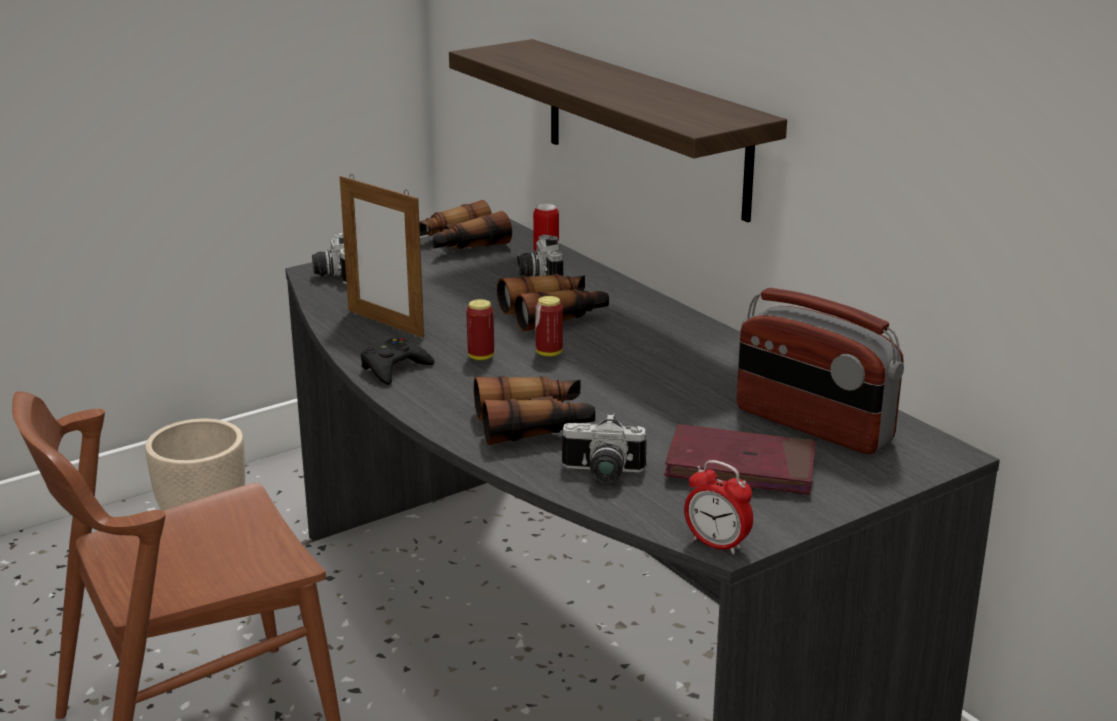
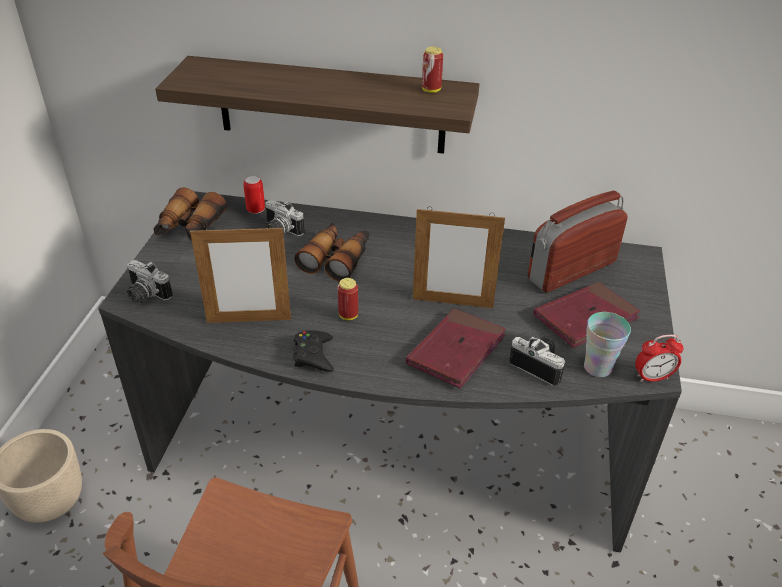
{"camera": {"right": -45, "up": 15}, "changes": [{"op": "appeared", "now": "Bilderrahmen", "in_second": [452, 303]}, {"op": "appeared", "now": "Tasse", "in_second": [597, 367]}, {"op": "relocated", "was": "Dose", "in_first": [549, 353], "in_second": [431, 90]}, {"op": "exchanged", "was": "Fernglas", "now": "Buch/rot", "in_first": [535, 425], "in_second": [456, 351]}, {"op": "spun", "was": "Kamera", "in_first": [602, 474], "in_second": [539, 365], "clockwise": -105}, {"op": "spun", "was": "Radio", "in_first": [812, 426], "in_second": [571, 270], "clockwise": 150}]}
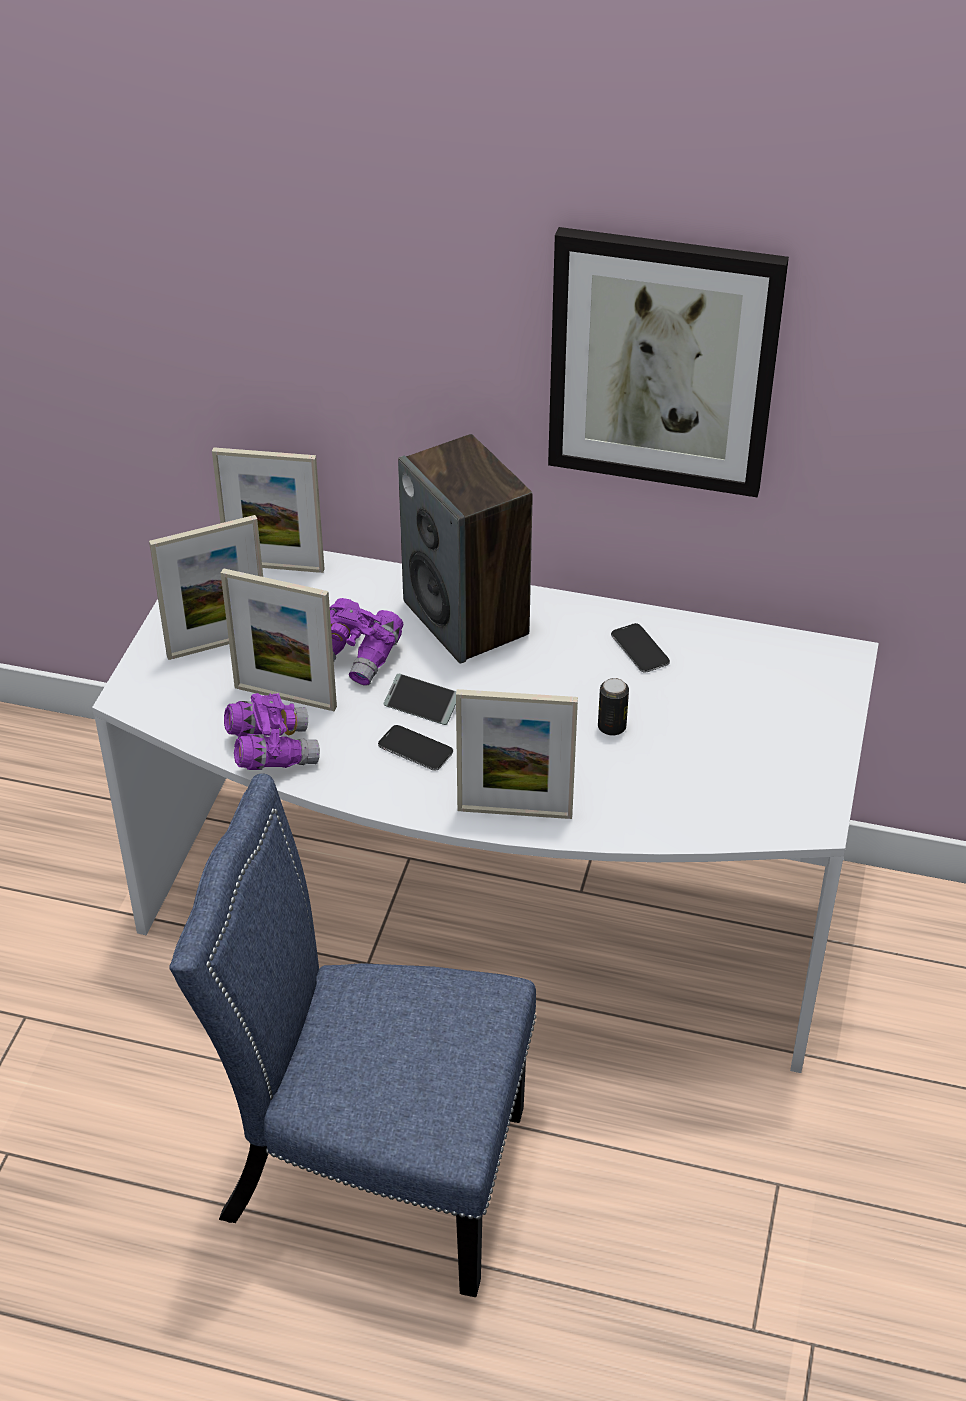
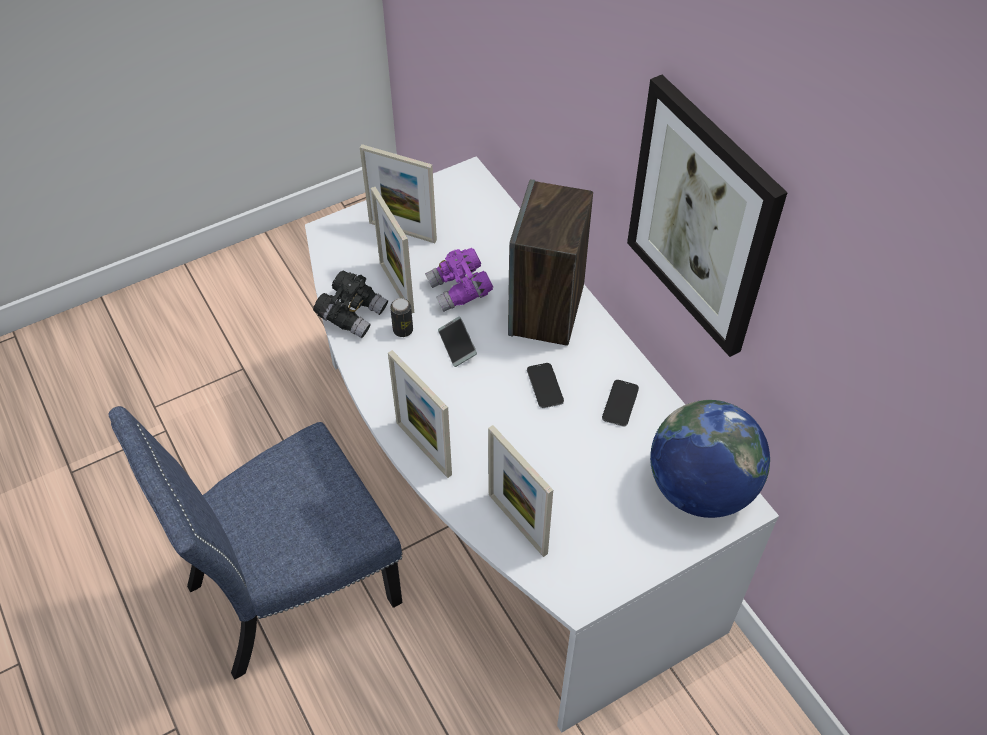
{"camera": {"right": 45, "up": 10}, "changes": [{"op": "appeared", "now": "Globus", "in_second": [700, 488]}, {"op": "relocated", "was": "Bilderrahmen", "in_first": [274, 566], "in_second": [517, 523]}, {"op": "relocated", "was": "Handy", "in_first": [415, 749], "in_second": [545, 386]}, {"op": "relocated", "was": "Dose", "in_first": [612, 727], "in_second": [403, 330]}, {"op": "colour", "was": "Fernglas/lila", "now": "Fernglas/schwarz", "in_first": [272, 751], "in_second": [352, 314]}, {"op": "spun", "was": "Stuhl/blau", "in_first": [379, 1174], "in_second": [296, 586], "clockwise": -90}]}
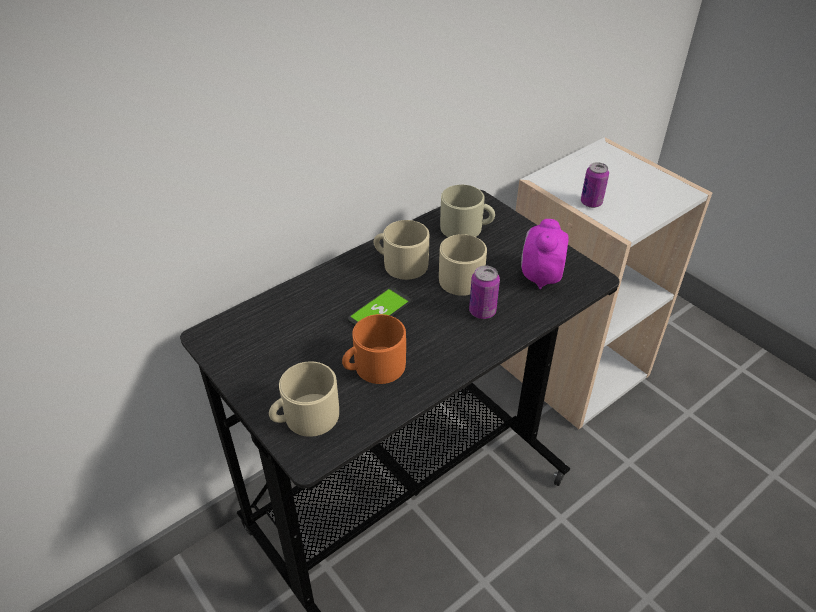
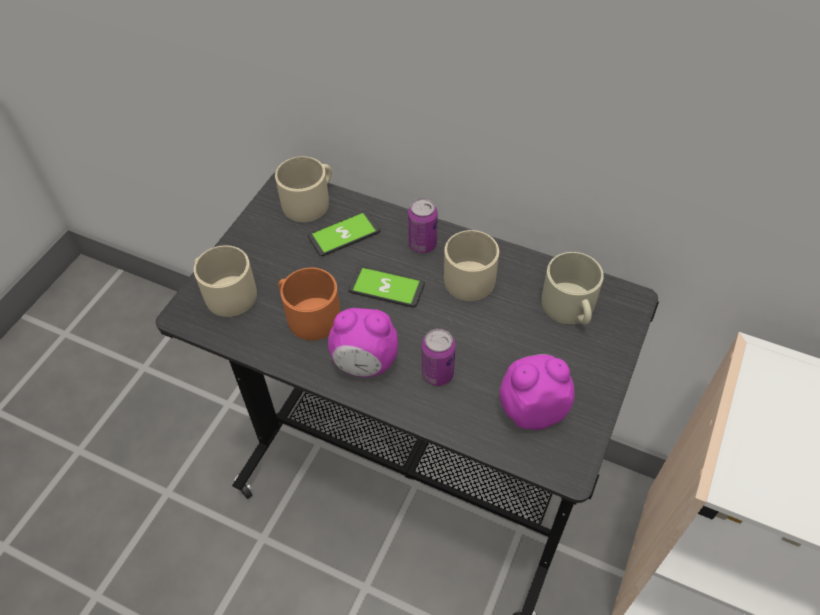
{"camera": {"right": 65, "up": 10}, "changes": [{"op": "appeared", "now": "Handy", "in_second": [344, 234]}, {"op": "appeared", "now": "Wecker", "in_second": [365, 363]}, {"op": "relocated", "was": "Henkelbecher/beige", "in_first": [458, 276], "in_second": [310, 201]}, {"op": "relocated", "was": "Dose", "in_first": [591, 203], "in_second": [422, 244]}]}
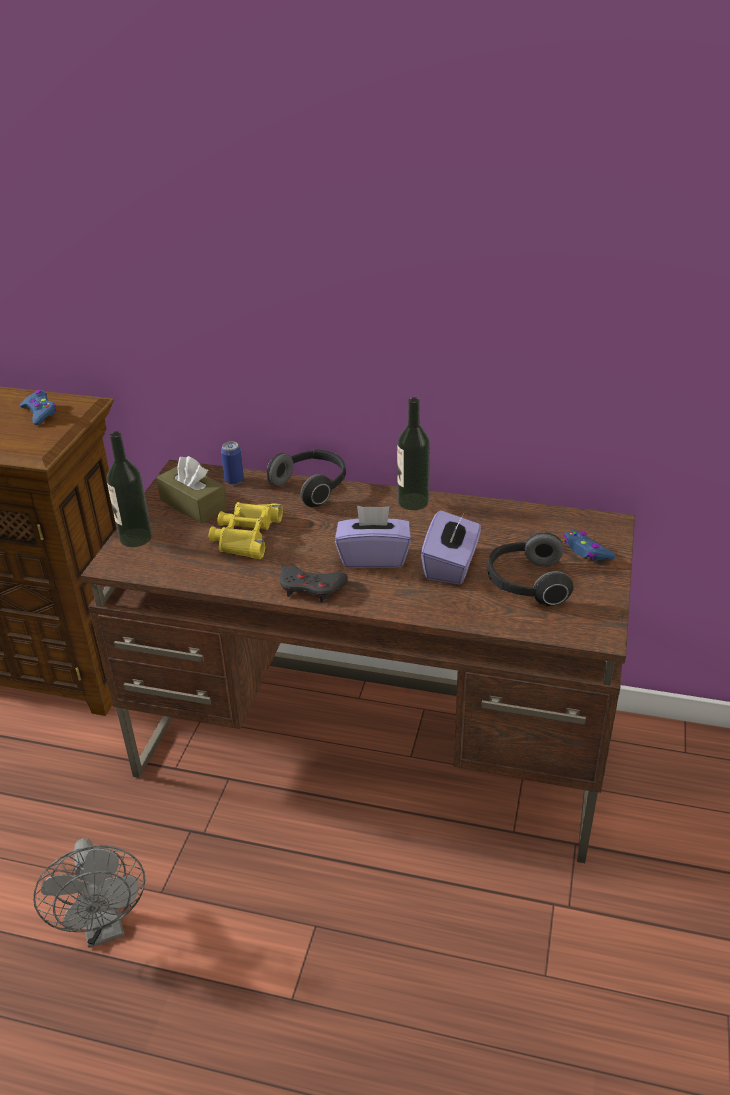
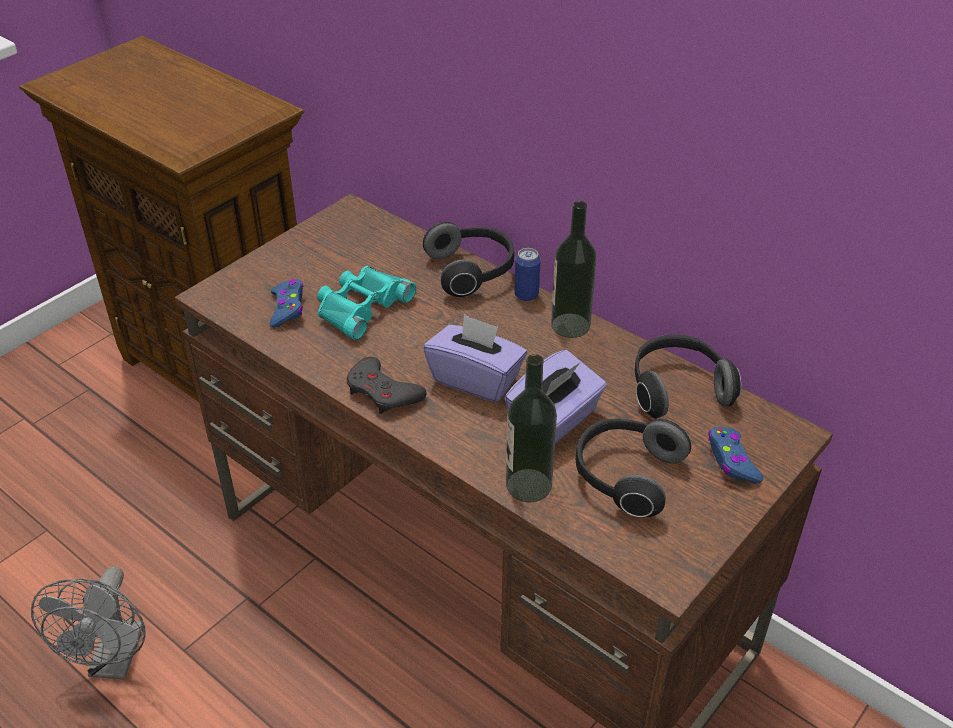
{"camera": {"right": 25, "up": 5}, "changes": [{"op": "missing", "was": "Taschentuchbox/braun", "in_first": [193, 504]}, {"op": "appeared", "now": "Kopfhörer", "in_second": [677, 389]}, {"op": "relocated", "was": "Gamepad/blau", "in_first": [40, 413], "in_second": [287, 308]}, {"op": "relocated", "was": "Flasche", "in_first": [135, 537], "in_second": [528, 485]}, {"op": "relocated", "was": "Dose", "in_first": [234, 480], "in_second": [526, 295]}, {"op": "colour", "was": "Fernglas/gelb", "now": "Fernglas/türkis", "in_first": [245, 535], "in_second": [361, 307]}]}
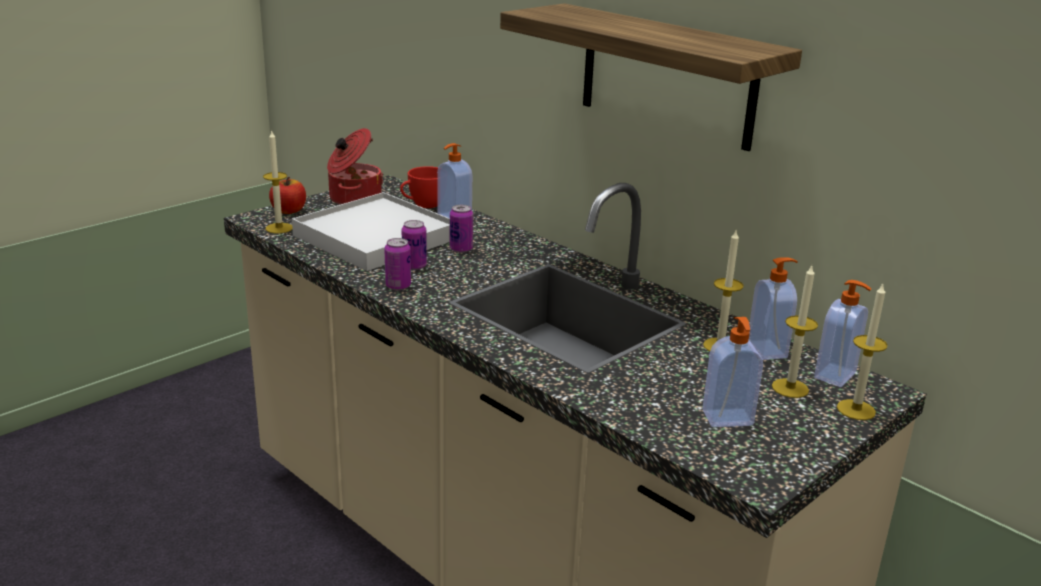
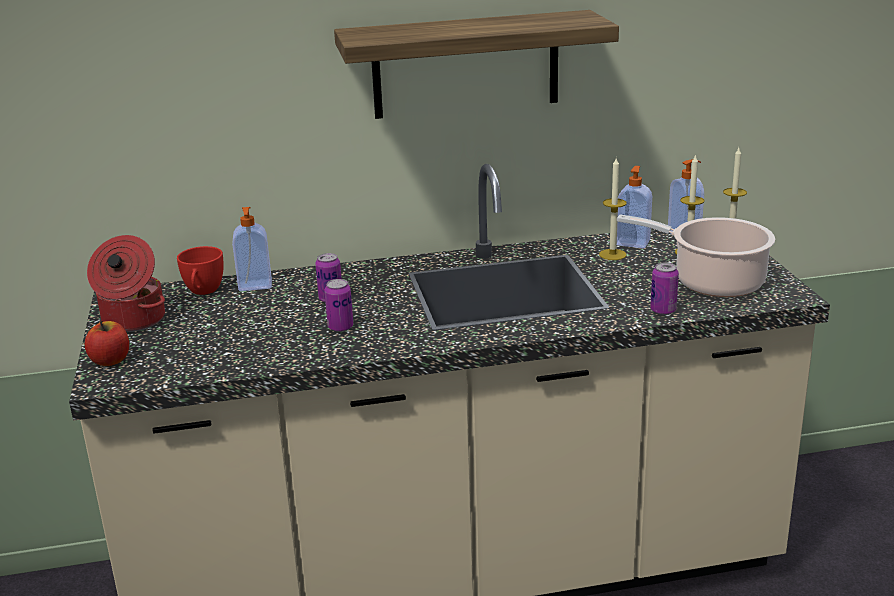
{"camera": {"right": -55, "up": 0}, "changes": [{"op": "missing", "was": "Kerze", "in_first": [279, 228]}, {"op": "missing", "was": "Tablett/weiß", "in_first": [376, 237]}, {"op": "relocated", "was": "Dose", "in_first": [398, 286], "in_second": [663, 310]}, {"op": "exchanged", "was": "Seifenspender", "now": "Kochtopf", "in_first": [728, 419], "in_second": [712, 282]}]}
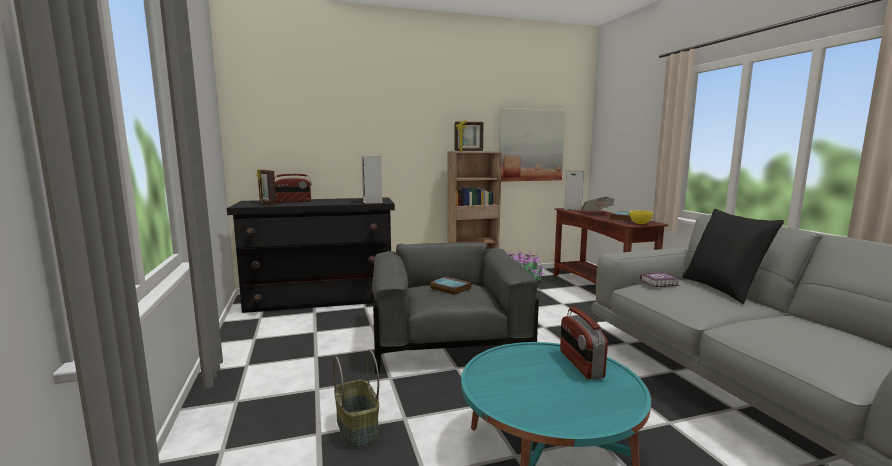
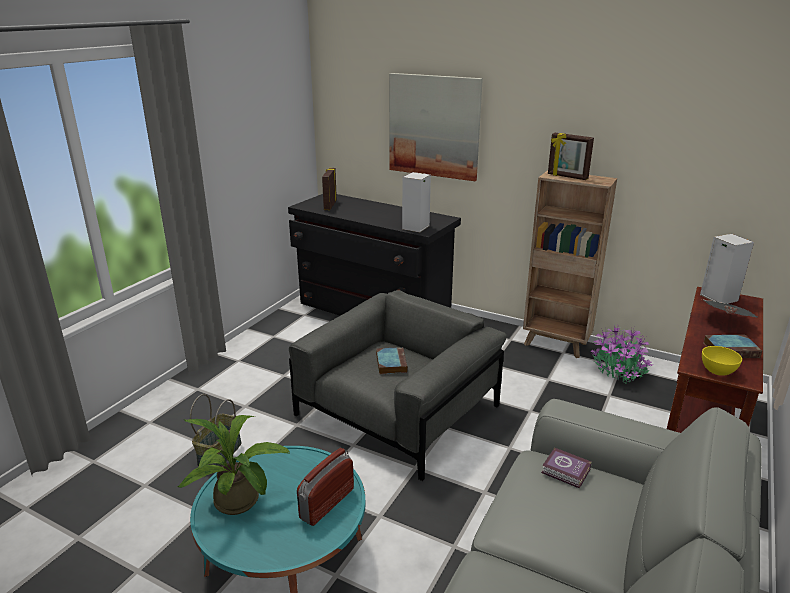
{"camera": {"right": 45, "up": 15}, "changes": [{"op": "missing", "was": "Radio", "in_first": [293, 201]}, {"op": "missing", "was": "Kissen/schwarz", "in_first": [723, 289]}, {"op": "appeared", "now": "Topfpflanze", "in_second": [242, 502]}, {"op": "relocated", "was": "Bild", "in_first": [530, 145], "in_second": [434, 126]}]}
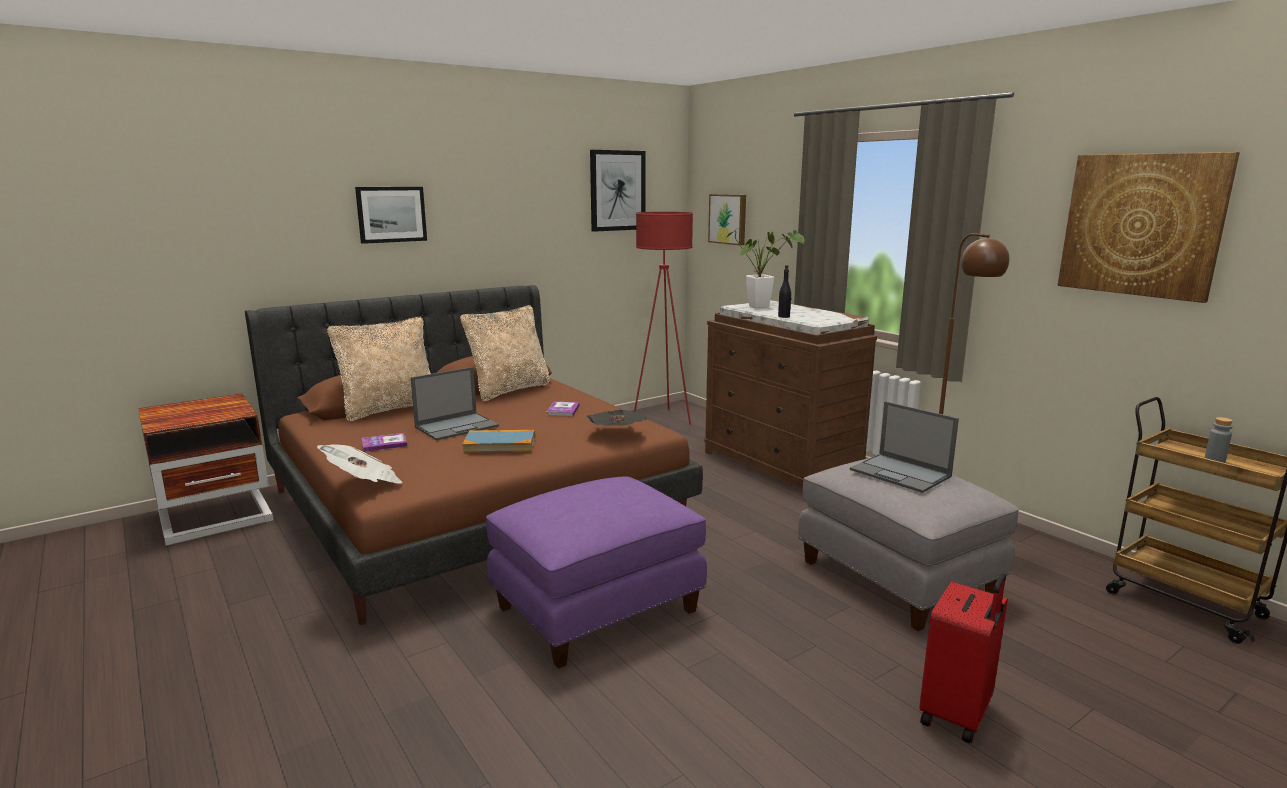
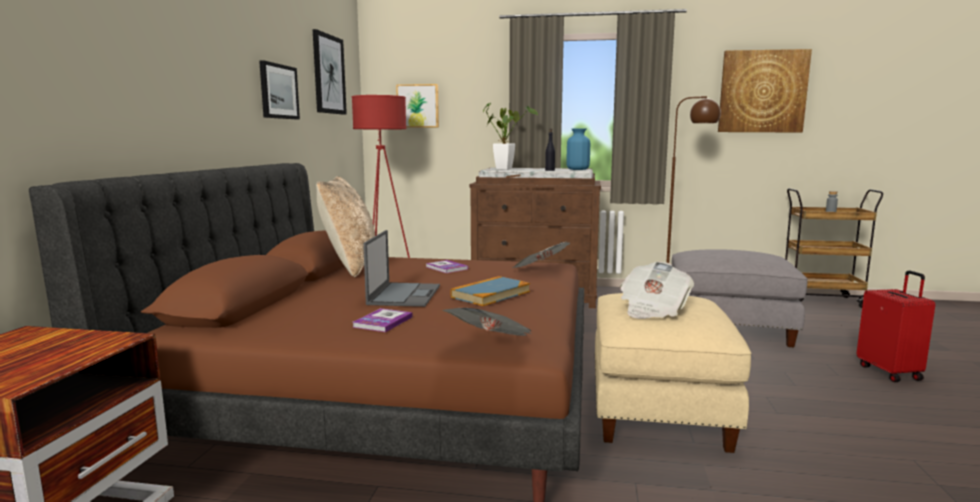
{"camera": {"right": -45, "up": -5}, "changes": [{"op": "missing", "was": "Kissen/beige", "in_first": [391, 410]}, {"op": "missing", "was": "Laptop", "in_first": [901, 473]}, {"op": "appeared", "now": "Vase/blau", "in_second": [577, 169]}, {"op": "appeared", "now": "Zeitung", "in_second": [652, 310]}, {"op": "relocated", "was": "Bild", "in_first": [391, 214], "in_second": [278, 91]}, {"op": "colour", "was": "Polsterhocker/lila", "now": "Polsterhocker/beige", "in_first": [597, 608], "in_second": [656, 409]}]}
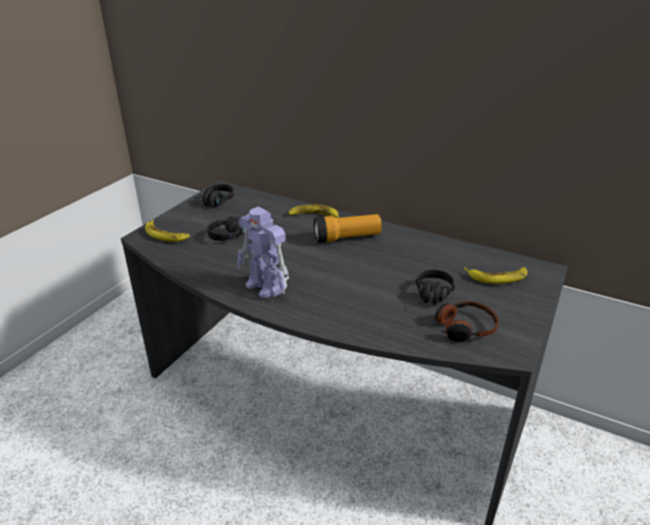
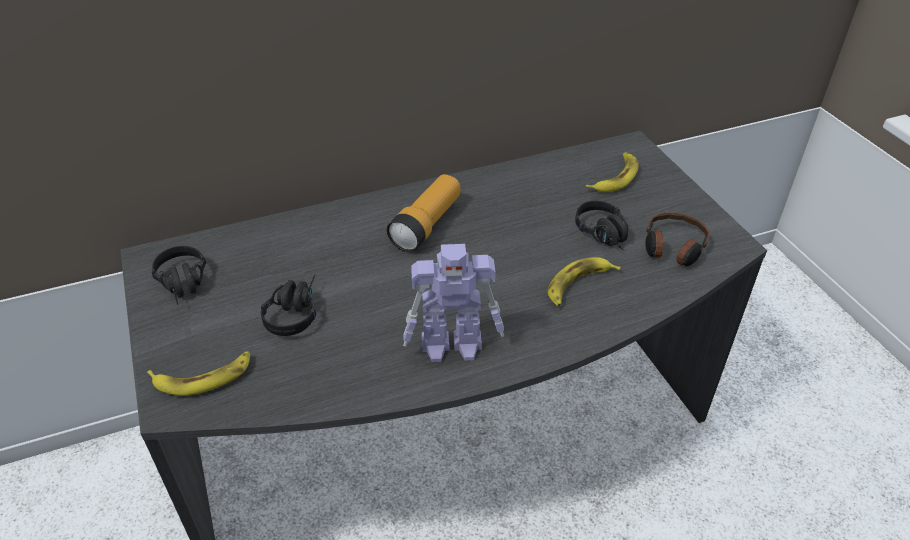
{"camera": {"right": -50, "up": 10}, "changes": [{"op": "relocated", "was": "Banane", "in_first": [314, 216], "in_second": [578, 285]}]}
